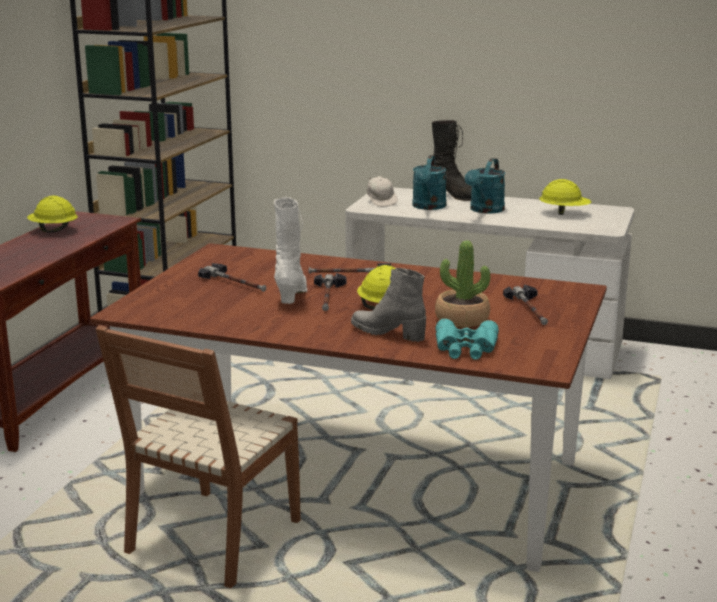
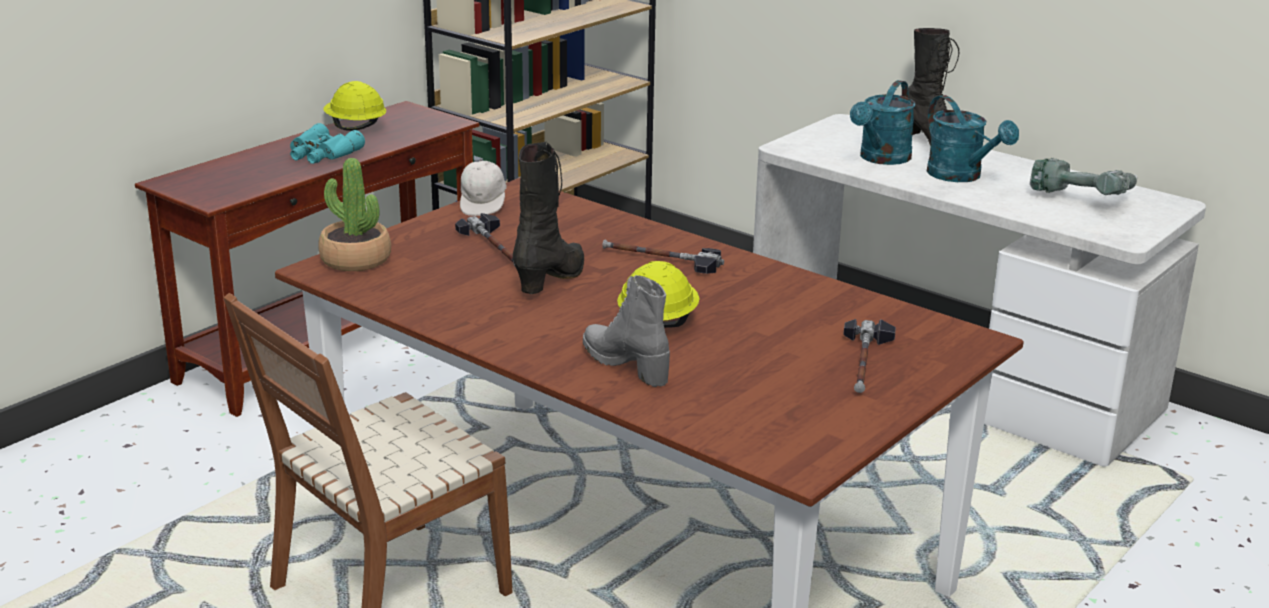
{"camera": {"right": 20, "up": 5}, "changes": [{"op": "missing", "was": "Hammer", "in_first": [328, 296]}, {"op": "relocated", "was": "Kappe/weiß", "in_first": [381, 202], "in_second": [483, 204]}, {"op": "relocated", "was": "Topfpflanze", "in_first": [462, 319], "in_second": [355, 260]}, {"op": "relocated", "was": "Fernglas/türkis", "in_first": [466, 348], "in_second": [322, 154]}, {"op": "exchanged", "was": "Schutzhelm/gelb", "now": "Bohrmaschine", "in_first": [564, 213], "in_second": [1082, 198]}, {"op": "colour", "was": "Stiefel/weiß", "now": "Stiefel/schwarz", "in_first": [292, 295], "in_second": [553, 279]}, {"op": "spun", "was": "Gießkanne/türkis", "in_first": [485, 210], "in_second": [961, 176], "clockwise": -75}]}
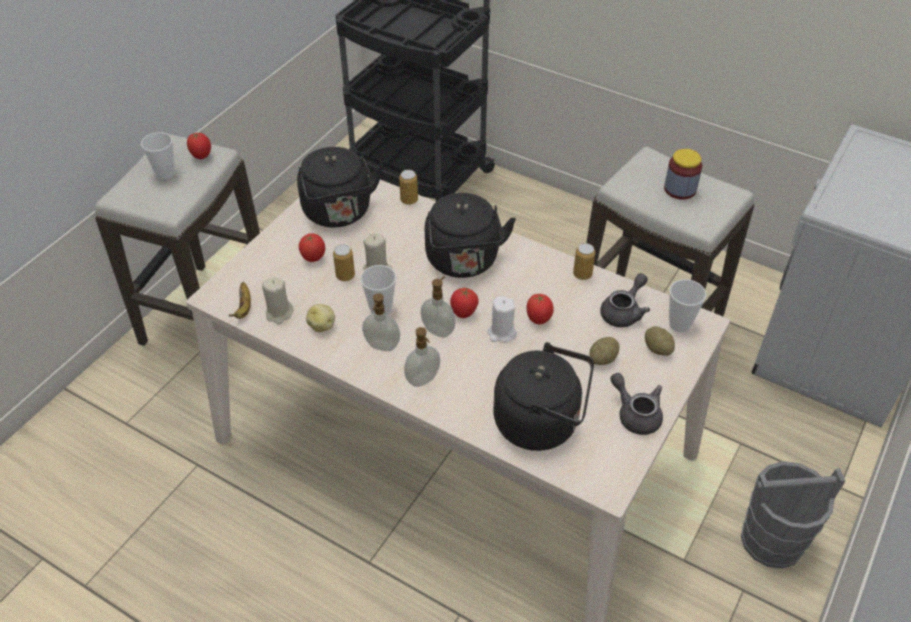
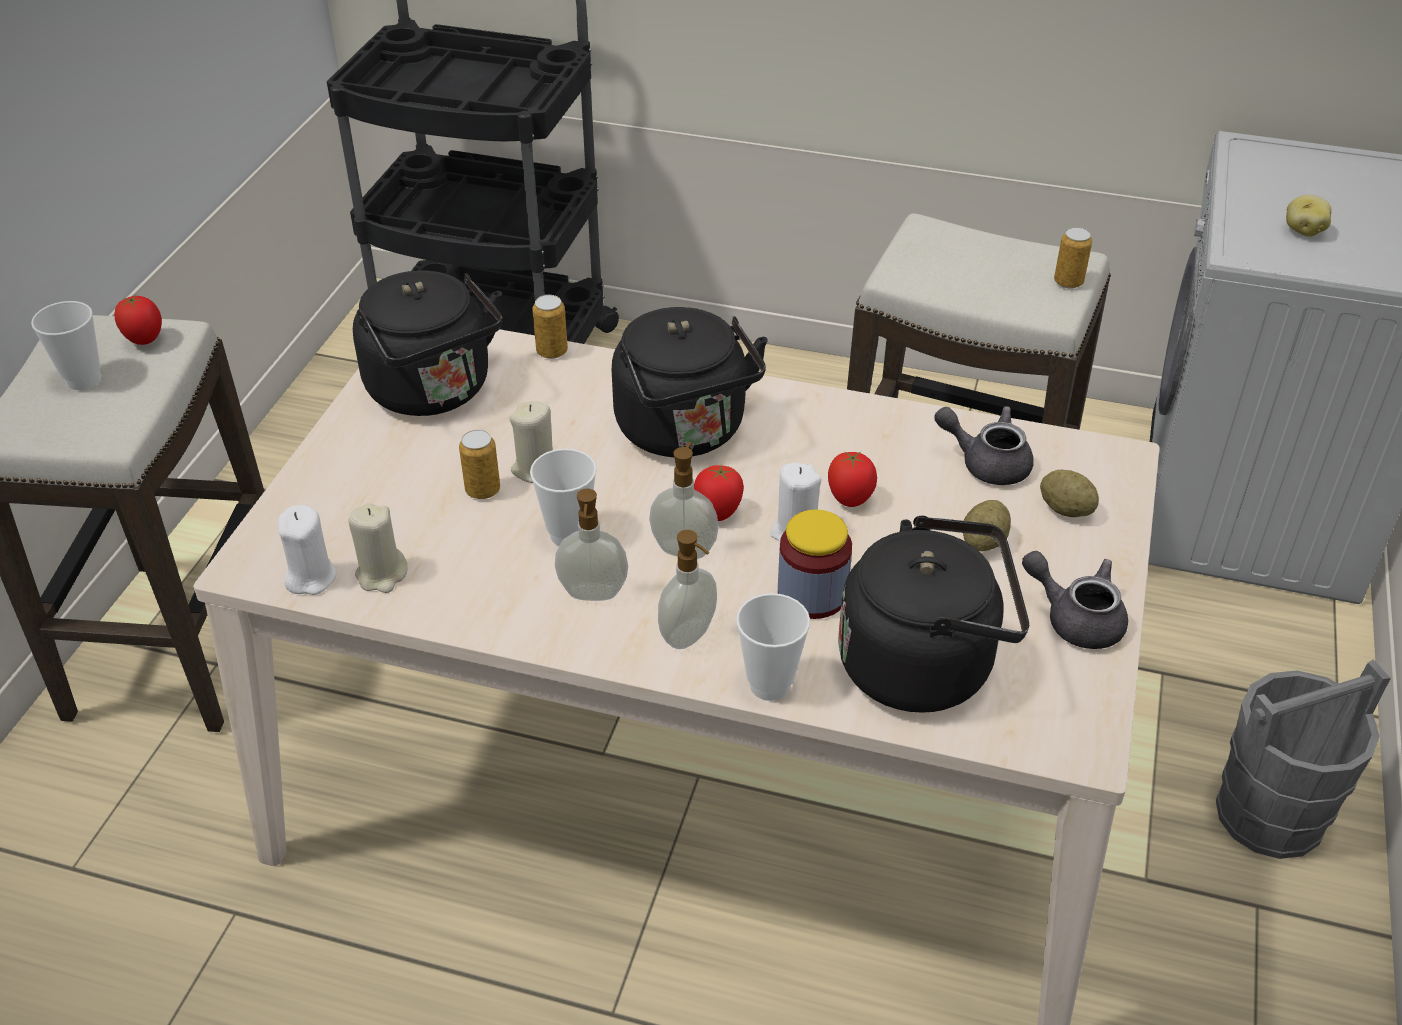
{"camera": {"right": -15, "up": -5}, "changes": [{"op": "missing", "was": "Tomate", "in_first": [313, 258]}, {"op": "relocated", "was": "Kartoffel", "in_first": [322, 325], "in_second": [1303, 231]}, {"op": "relocated", "was": "Dose", "in_first": [582, 274], "in_second": [1068, 282]}, {"op": "relocated", "was": "Vorratsglas", "in_first": [680, 189], "in_second": [812, 594]}, {"op": "relocated", "was": "Tasse", "in_first": [679, 324], "in_second": [770, 685]}, {"op": "exchanged", "was": "Banane", "now": "Kerze/weiß", "in_first": [244, 308], "in_second": [311, 577]}, {"op": "spun", "was": "Teekanne/grau", "in_first": [624, 312], "in_second": [986, 462], "clockwise": -90}]}
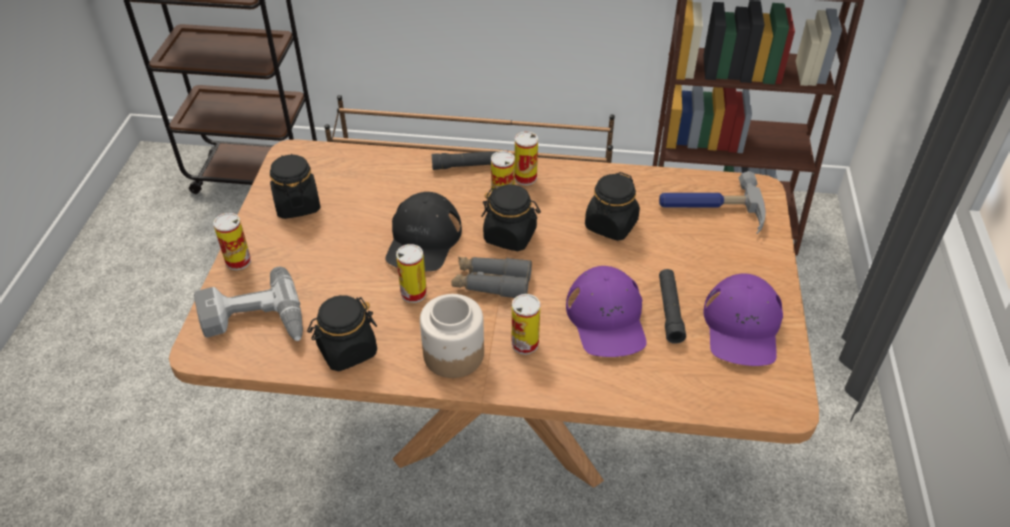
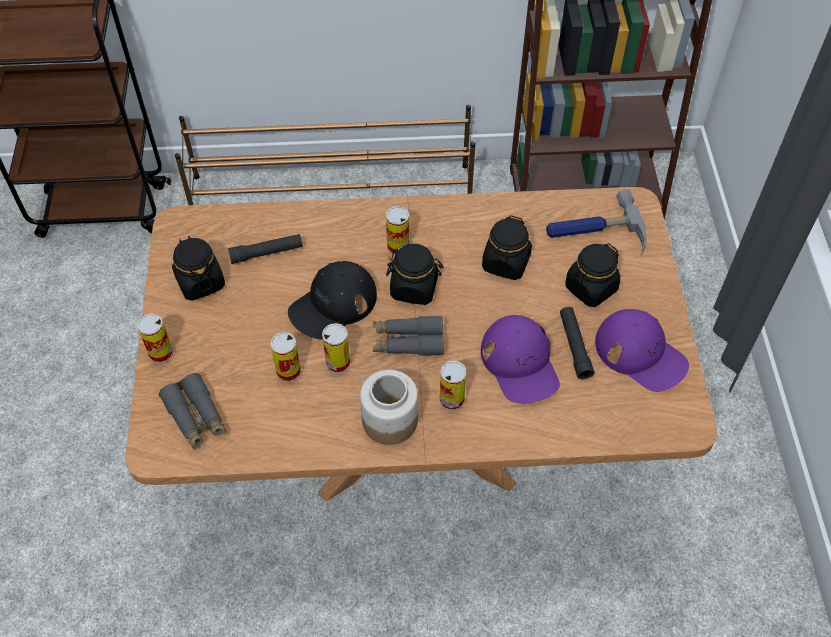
{"camera": {"right": -10, "up": 10}, "changes": [{"op": "relocated", "was": "Vorratsglas/schwarz", "in_first": [347, 350], "in_second": [590, 288]}, {"op": "relocated", "was": "Taschenlampe/schwarz", "in_first": [468, 165], "in_second": [266, 253]}, {"op": "relocated", "was": "Dose", "in_first": [525, 178], "in_second": [288, 371]}, {"op": "exchanged", "was": "Bohrmaschine", "now": "Fernglas/grau", "in_first": [254, 323], "in_second": [196, 417]}, {"op": "spun", "was": "Kappe/schwarz", "in_first": [423, 240], "in_second": [333, 304], "clockwise": 45}, {"op": "spun", "was": "Kappe/lila", "in_first": [742, 327], "in_second": [640, 354], "clockwise": -45}]}
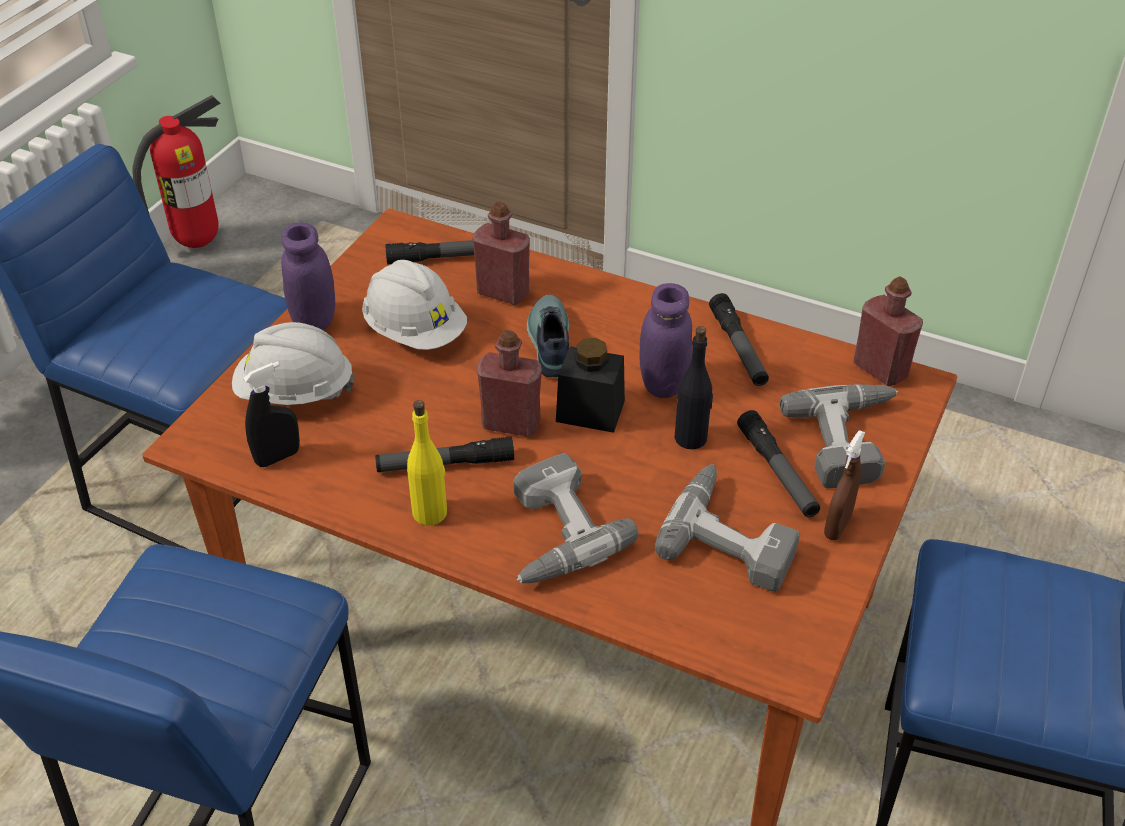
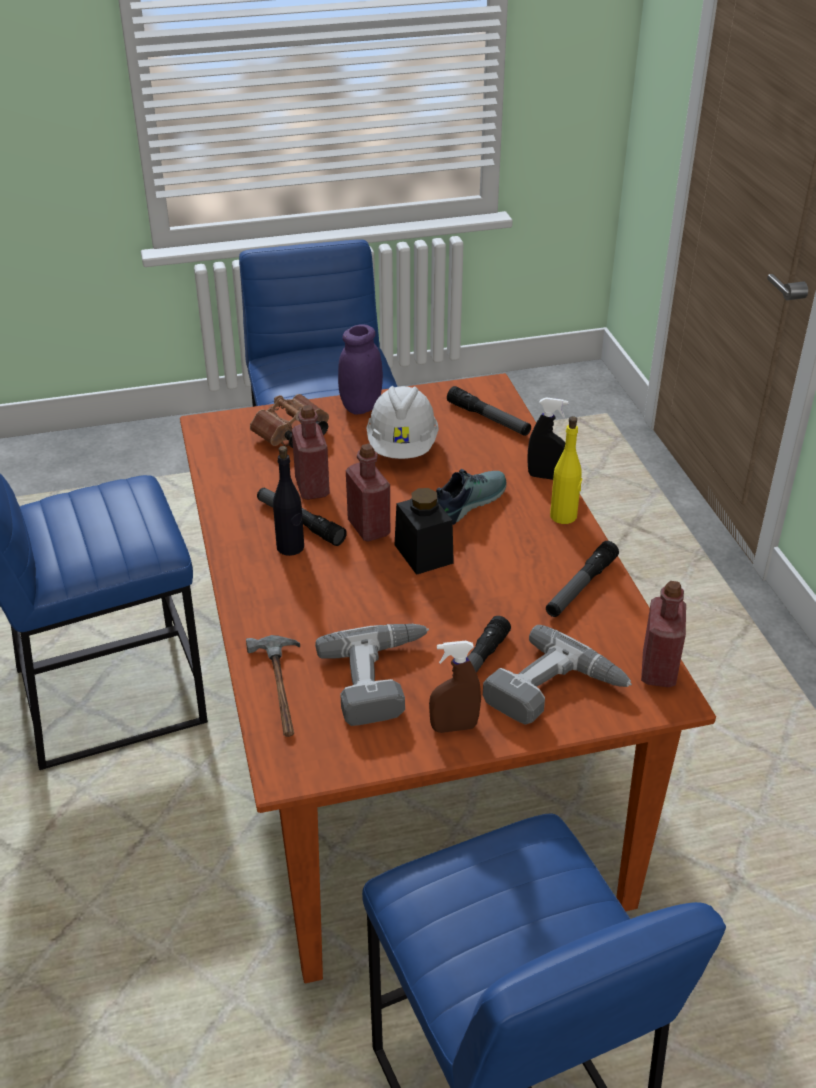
{"camera": {"right": 50, "up": -5}, "changes": [{"op": "missing", "was": "Feuerlöscher", "in_first": [197, 242]}, {"op": "missing", "was": "Bohrmaschine", "in_first": [552, 533]}, {"op": "missing", "was": "Vorratsglas/lila", "in_first": [663, 384]}, {"op": "appeared", "now": "Hammer", "in_second": [281, 689]}, {"op": "relocated", "was": "Sprühflasche/schwarz", "in_first": [278, 457], "in_second": [546, 476]}, {"op": "relocated", "was": "Flasche/gelb", "in_first": [430, 512], "in_second": [563, 516]}, {"op": "relocated", "was": "Flasche/rot", "in_first": [503, 292], "in_second": [312, 487]}, {"op": "relocated", "was": "Flasche/schwarz", "in_first": [691, 438], "in_second": [290, 547]}, {"op": "exchanged", "was": "Schutzhelm/weiß", "now": "Fernglas/braun", "in_first": [295, 392], "in_second": [291, 435]}]}
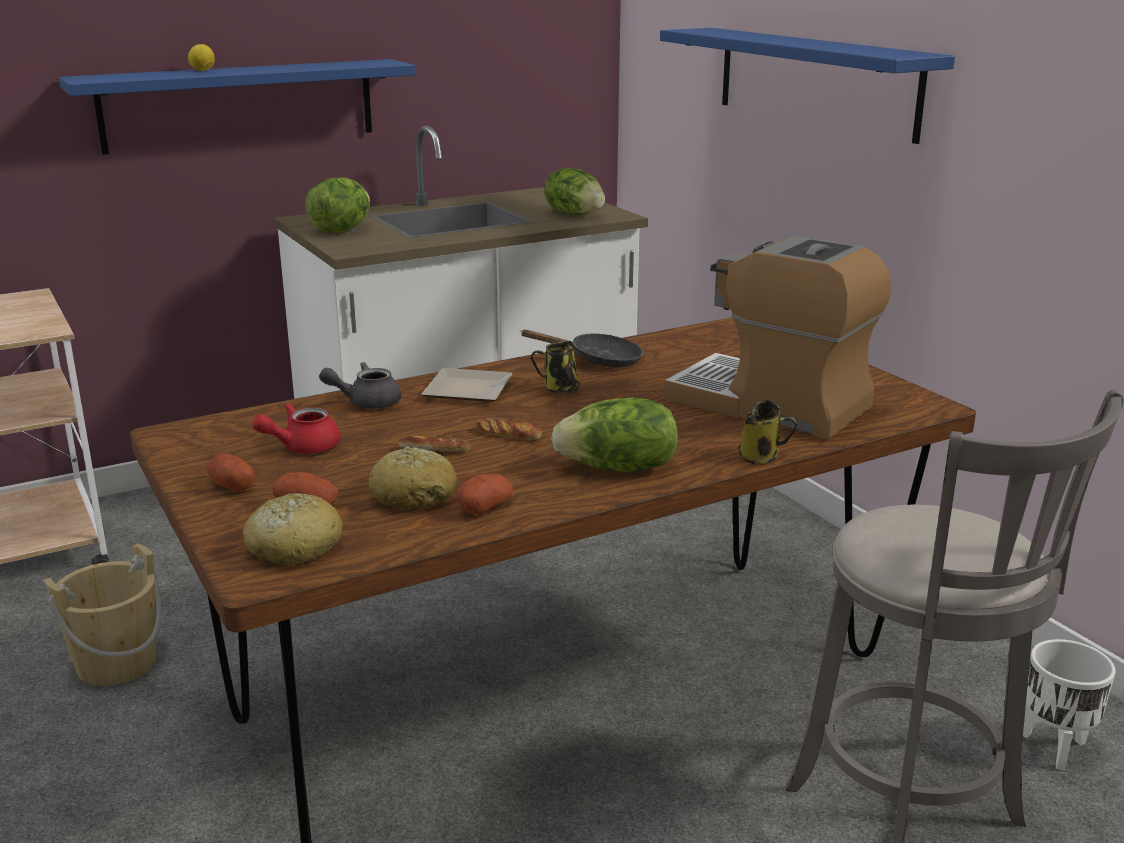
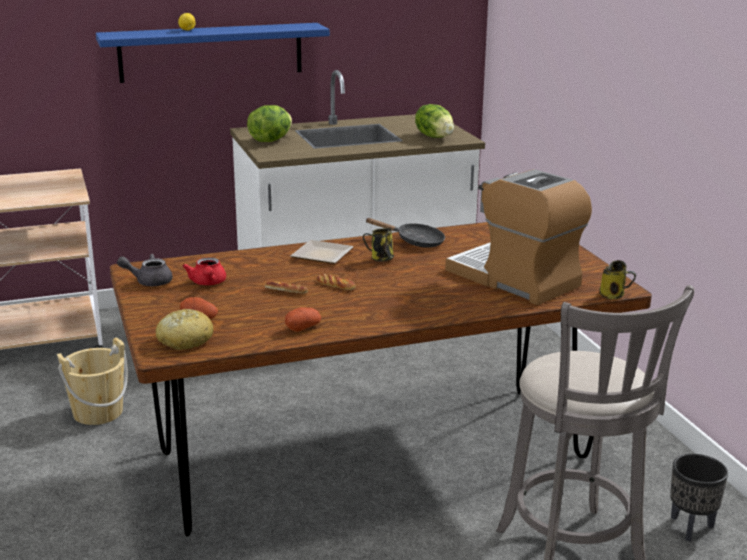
{"camera": {"right": 10, "up": 0}, "changes": [{"op": "missing", "was": "Kartoffel", "in_first": [231, 486]}, {"op": "missing", "was": "Brot", "in_first": [414, 495]}, {"op": "missing", "was": "Salatkopf", "in_first": [619, 468]}, {"op": "missing", "was": "Wandregal/blau", "in_first": [815, 81]}, {"op": "relocated", "was": "Teekanne/grau", "in_first": [366, 403], "in_second": [149, 281]}, {"op": "relocated", "was": "Henkelbecher", "in_first": [761, 457], "in_second": [613, 295]}, {"op": "colour", "was": "Pflanzkübel/weiß", "now": "Pflanzkübel/schwarz", "in_first": [1054, 749], "in_second": [690, 528]}, {"op": "spun", "was": "Teekanne/rot", "in_first": [302, 447], "in_second": [207, 283], "clockwise": -75}]}
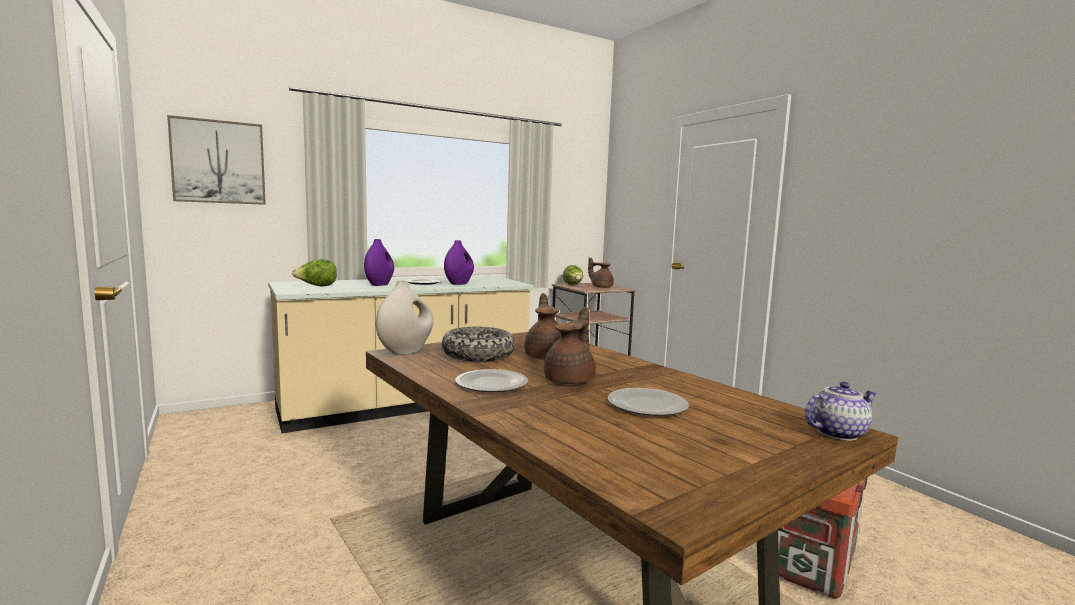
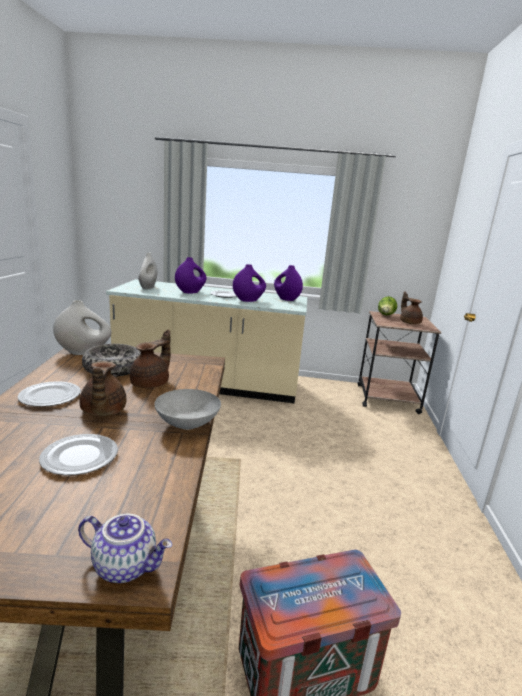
{"camera": {"right": 35, "up": 10}, "changes": [{"op": "missing", "was": "Bild", "in_first": [218, 162]}, {"op": "appeared", "now": "Schüssel/grau", "in_second": [188, 425]}, {"op": "appeared", "now": "Vase/lila", "in_second": [286, 299]}, {"op": "exchanged", "was": "Salatkopf", "now": "Vase/weiß", "in_first": [317, 286], "in_second": [148, 287]}, {"op": "spun", "was": "Teekanne/braun", "in_first": [571, 380], "in_second": [102, 411], "clockwise": 105}]}
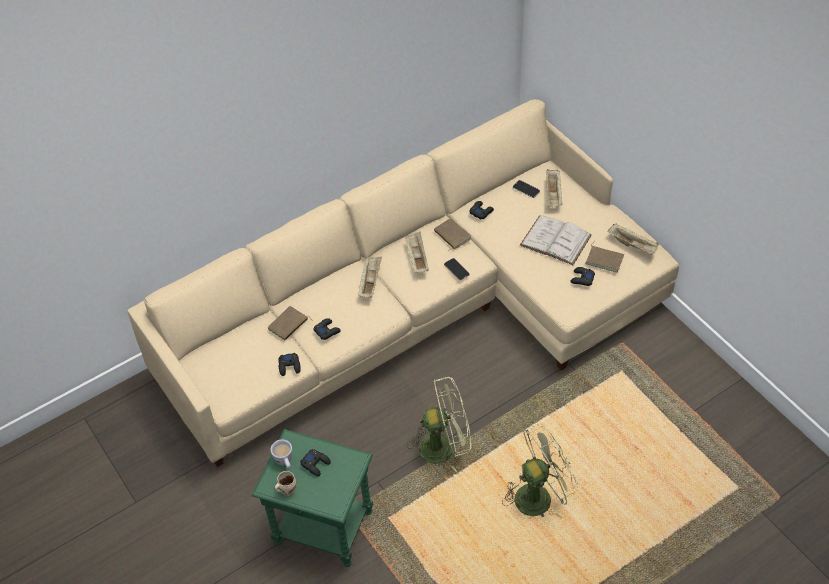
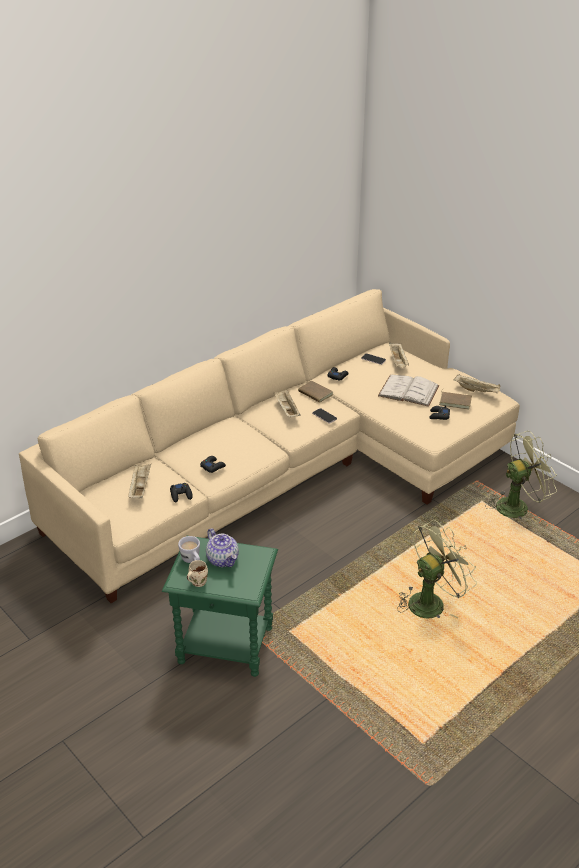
{"camera": {"right": -10, "up": -15}, "changes": [{"op": "missing", "was": "Buch/braun", "in_first": [289, 325]}, {"op": "relocated", "was": "Tablett/beige", "in_first": [370, 282], "in_second": [140, 487]}, {"op": "relocated", "was": "Ventilator/grün", "in_first": [444, 446], "in_second": [518, 506]}, {"op": "exchanged", "was": "Gamepad/schwarz", "now": "Teekanne", "in_first": [316, 464], "in_second": [223, 559]}]}
